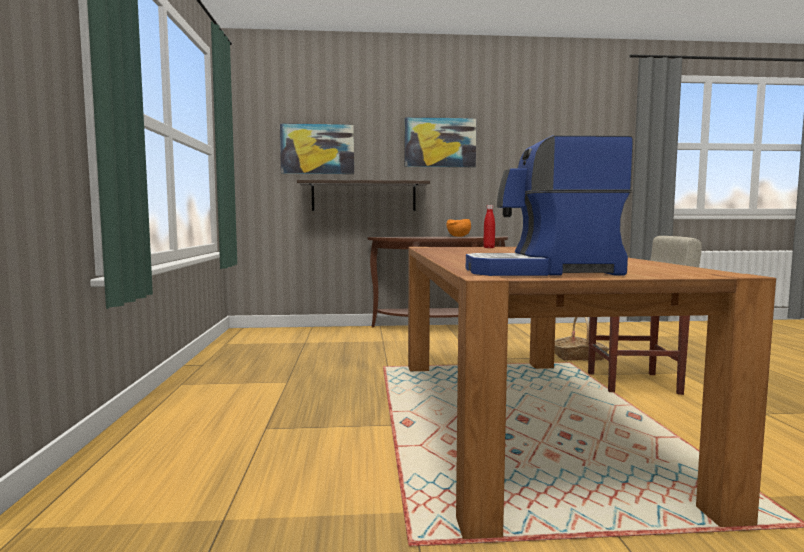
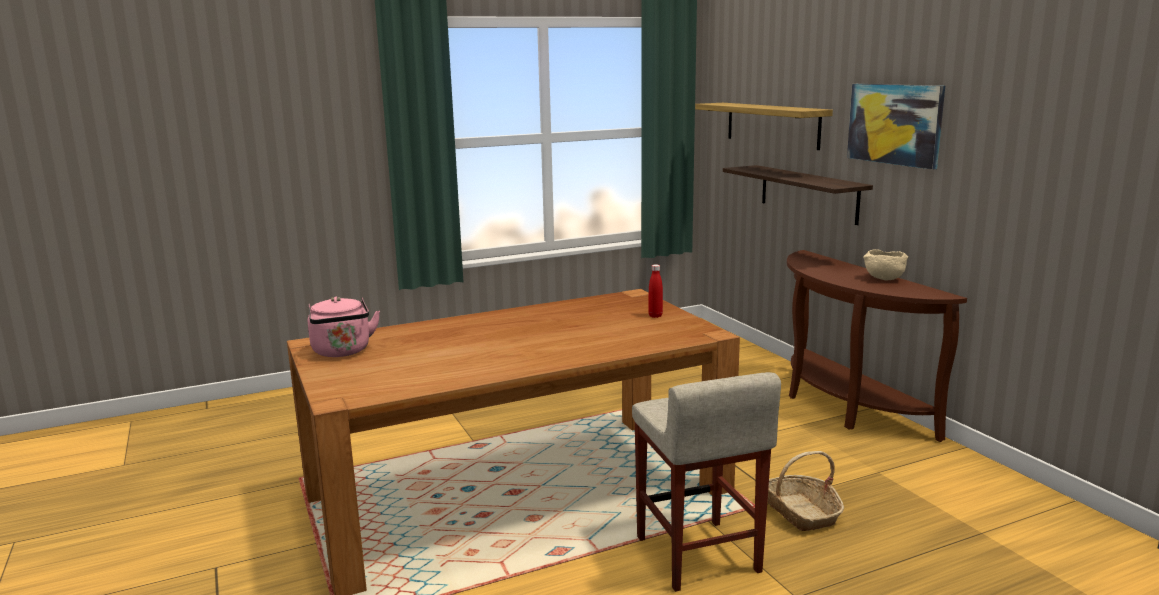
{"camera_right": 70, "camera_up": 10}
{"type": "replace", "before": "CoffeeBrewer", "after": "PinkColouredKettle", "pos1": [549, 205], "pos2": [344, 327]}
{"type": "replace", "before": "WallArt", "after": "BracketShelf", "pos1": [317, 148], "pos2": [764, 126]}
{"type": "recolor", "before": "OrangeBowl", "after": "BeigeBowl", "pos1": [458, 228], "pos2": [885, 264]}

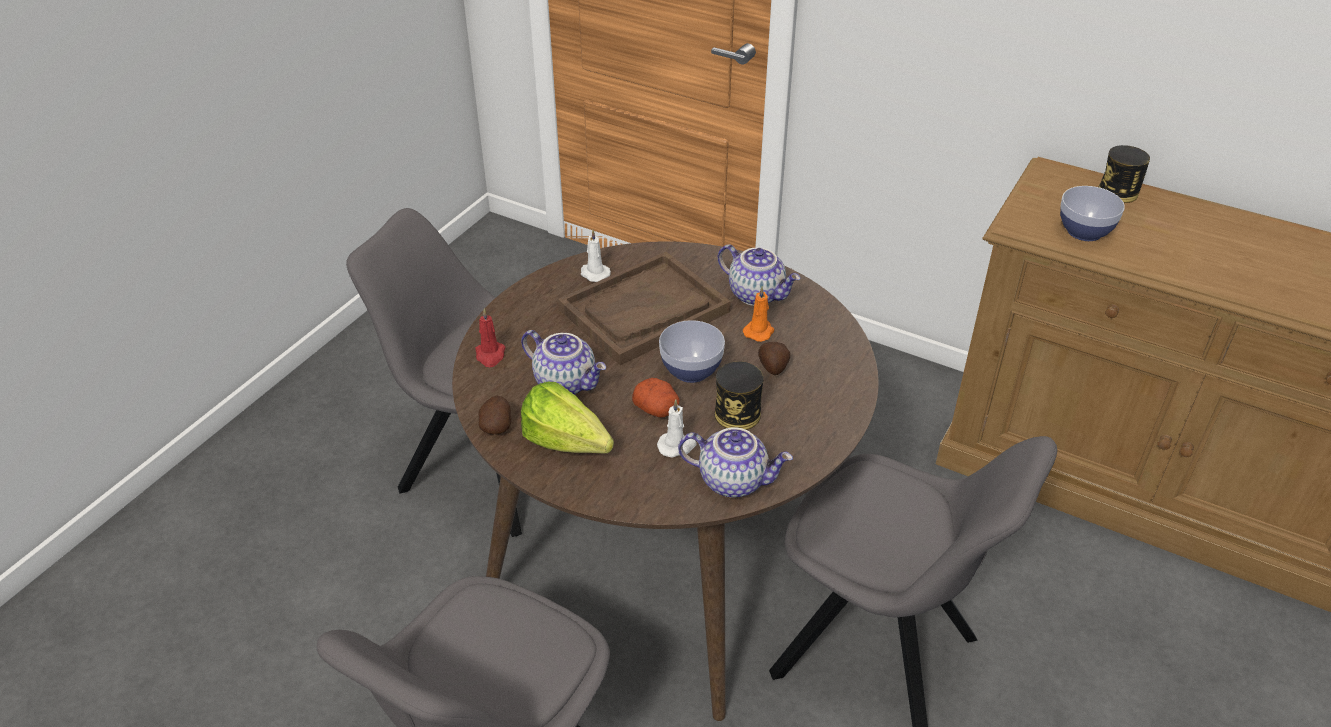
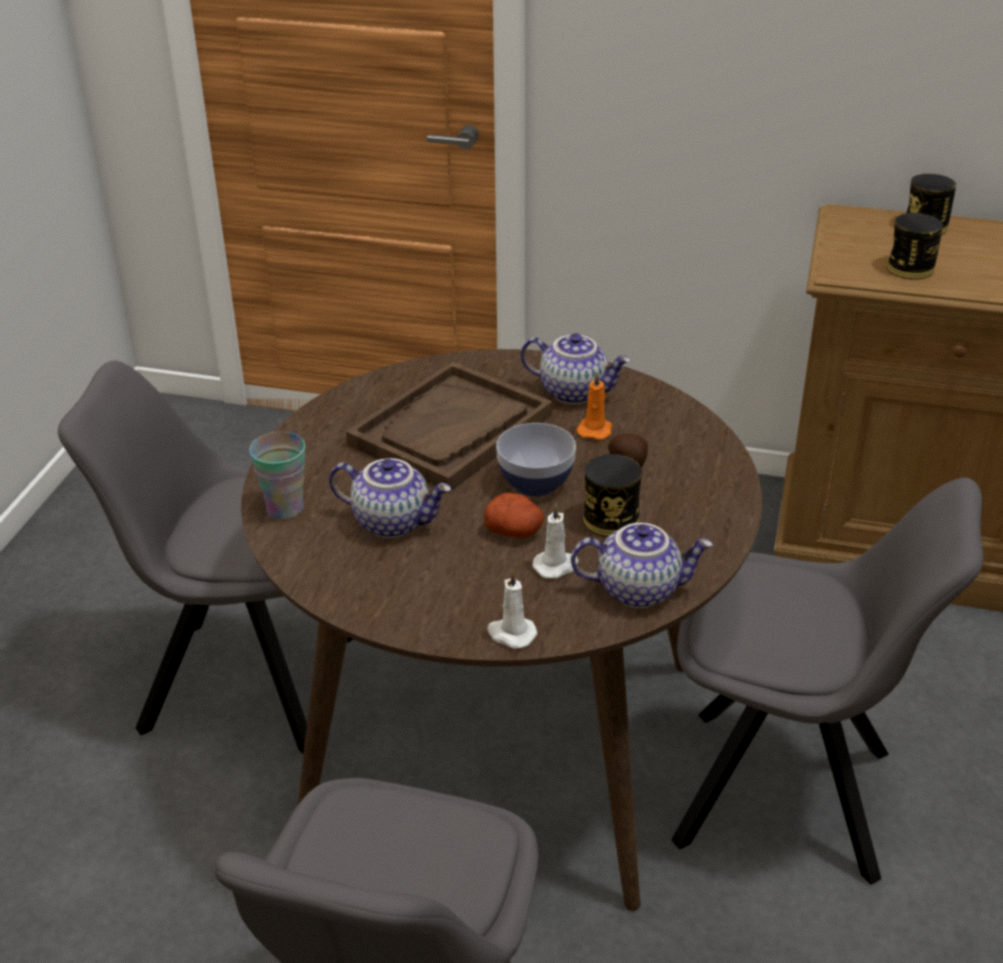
{"camera_right": -15, "camera_up": -5}
{"type": "replace", "before": "RedWaxLight", "after": "DrinkingCup", "pos1": [490, 337], "pos2": [277, 475]}
{"type": "move", "before": "WhitishWaxLight", "pos1": [596, 256], "pos2": [512, 609]}
{"type": "replace", "before": "Bowl", "after": "SealedCan", "pos1": [1092, 213], "pos2": [915, 246]}
{"type": "delete", "before": "WholePotato", "pos1": [494, 415]}
{"type": "delete", "before": "LettuceHead", "pos1": [567, 417]}

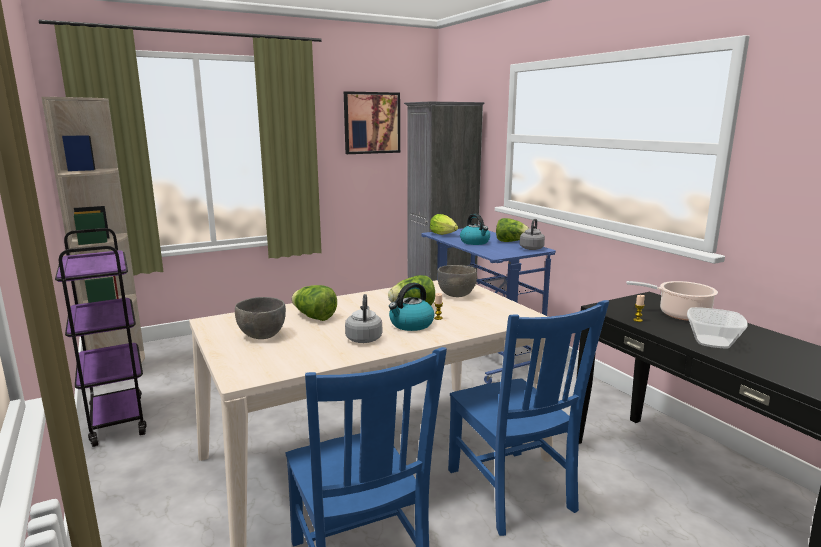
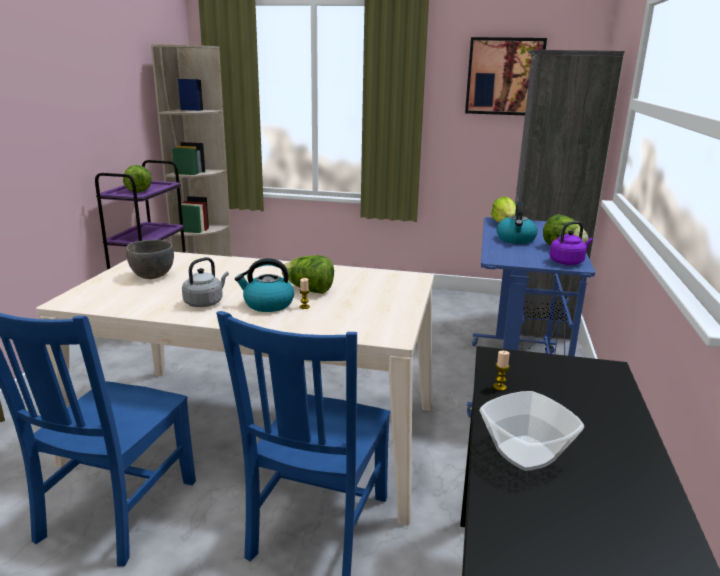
{"camera_right": 40, "camera_up": 5}
{"type": "move", "before": "LettuceHead", "pos1": [314, 303], "pos2": [137, 178]}
{"type": "recolor", "before": "GreyishKettle", "after": "PurpleKettle", "pos1": [532, 234], "pos2": [571, 243]}
{"type": "delete", "before": "GreyishBowl", "pos1": [457, 281]}
{"type": "delete", "before": "Stockpot", "pos1": [672, 301]}

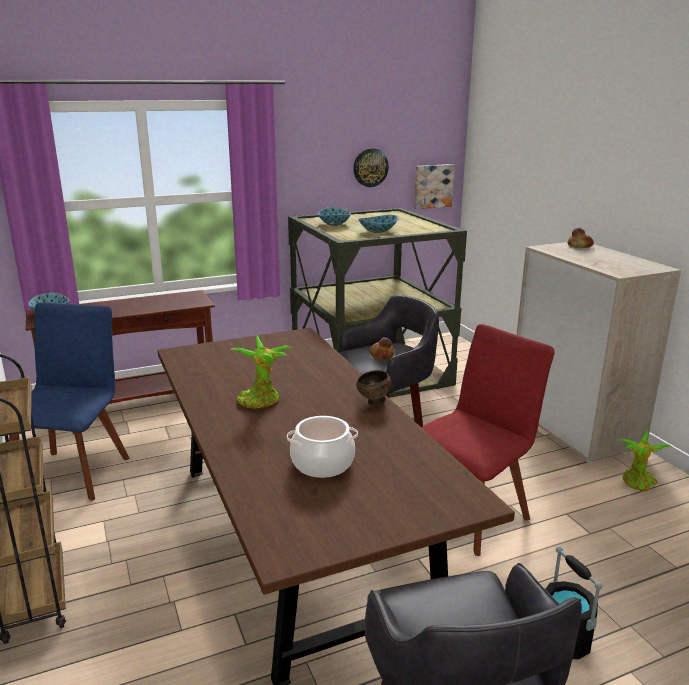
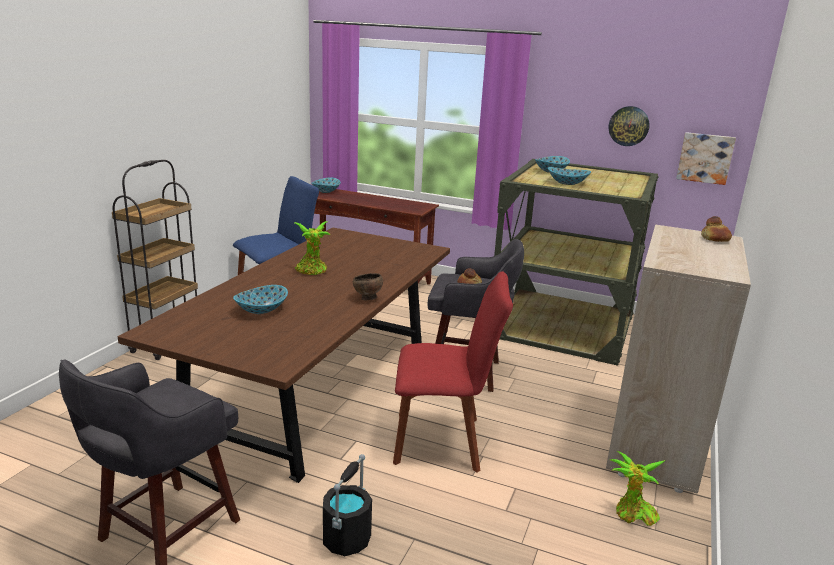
{"camera_right": 45, "camera_up": 0}
{"type": "replace", "before": "Stockpot", "after": "Bowl", "pos1": [322, 447], "pos2": [260, 299]}

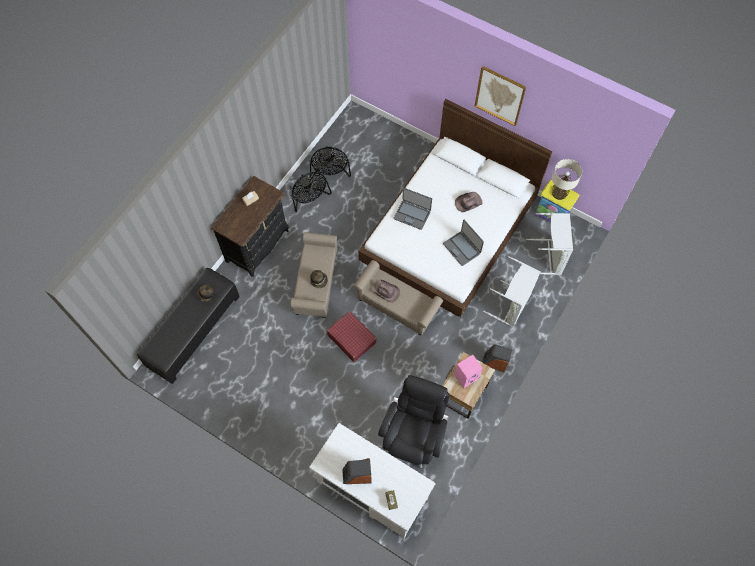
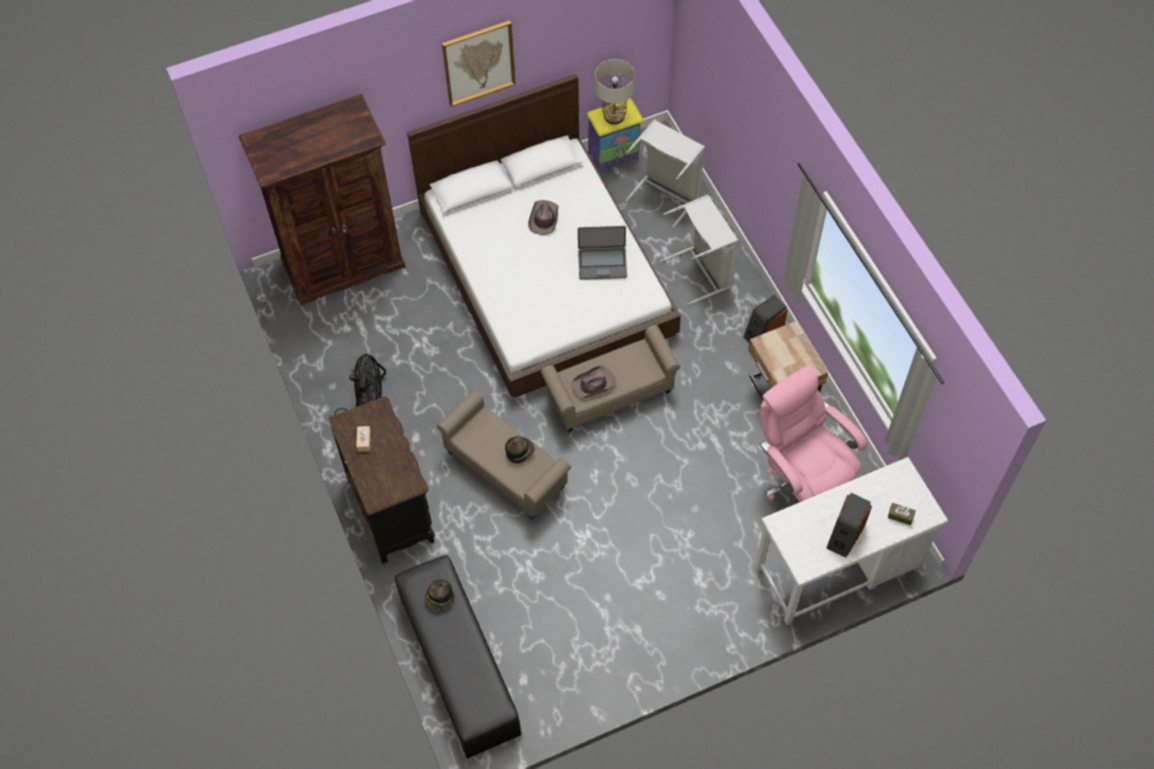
{"camera_right": -55, "camera_up": -5}
{"type": "insert", "after": "BrownishArmoire", "pos2": [322, 199]}
{"type": "recolor", "before": "BlackishComputerChair", "after": "PinkColouredComputerChair", "pos1": [413, 421], "pos2": [813, 433]}
{"type": "delete", "before": "BlackishCoolingFan", "pos1": [330, 162]}
{"type": "delete", "before": "RedPieceOfLuggage", "pos1": [352, 336]}
{"type": "delete", "before": "NotebookComputer", "pos1": [413, 209]}
{"type": "delete", "before": "PinkColouredLoudspeaker", "pos1": [468, 371]}

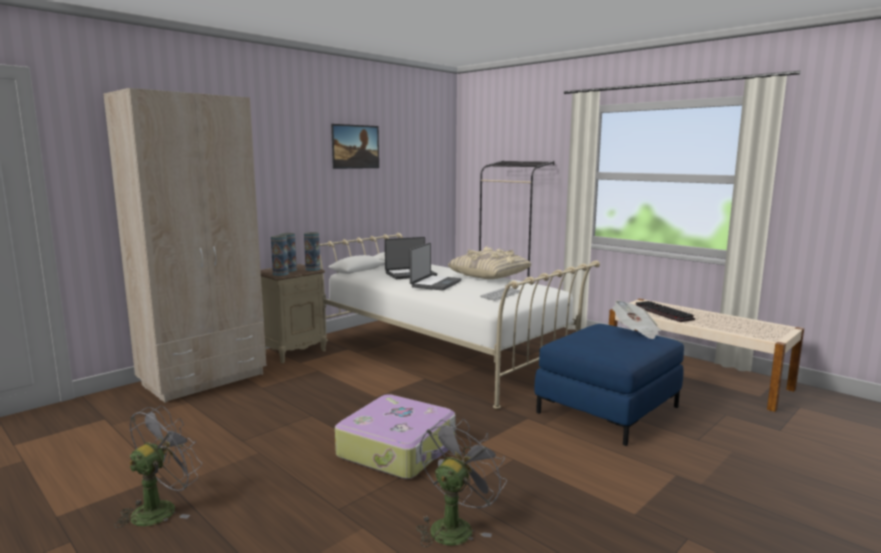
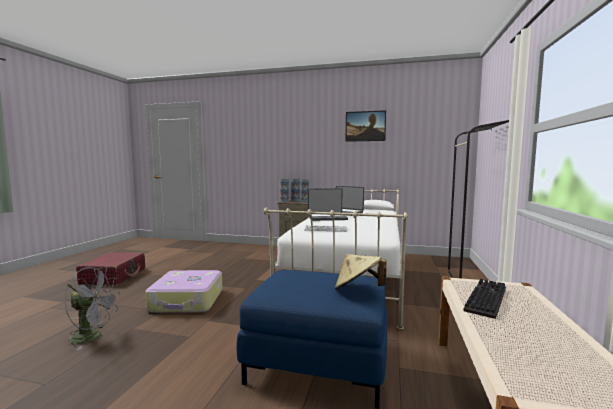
{"camera_right": 60, "camera_up": -5}
{"type": "replace", "before": "GreyishCoolingFan", "after": "RedPieceOfLuggage", "pos1": [158, 467], "pos2": [110, 268]}
{"type": "replace", "before": "PrintedPaper", "after": "BeigeHat", "pos1": [636, 319], "pos2": [361, 272]}
{"type": "delete", "before": "BeigeArmoire", "pos1": [184, 245]}
{"type": "delete", "before": "BeigeCushion", "pos1": [489, 262]}

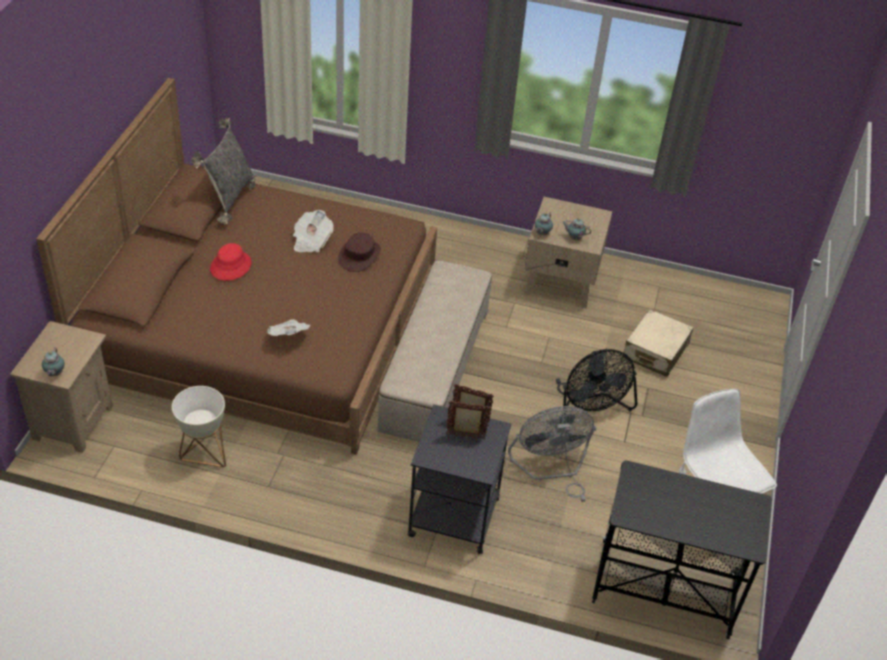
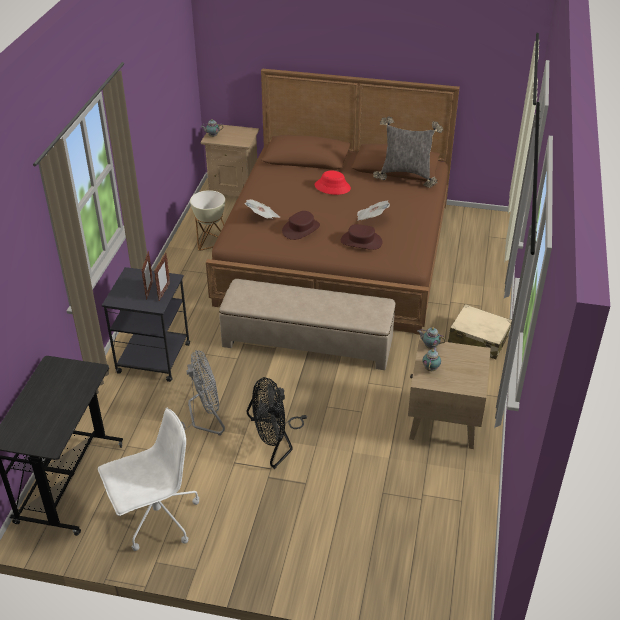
{"camera_right": 90, "camera_up": -5}
{"type": "insert", "after": "BrownishHat", "pos2": [301, 225]}
{"type": "move", "before": "BeigePieceOfLuggage", "pos1": [658, 343], "pos2": [480, 331]}

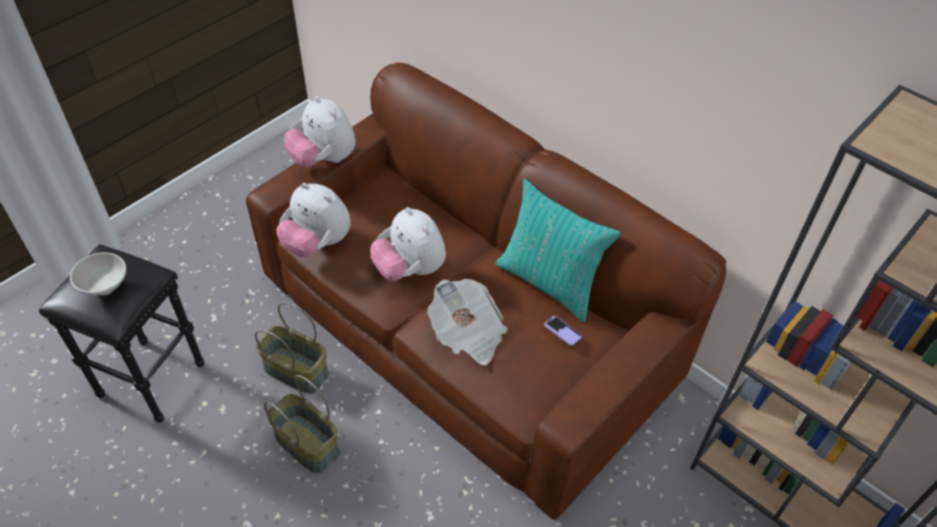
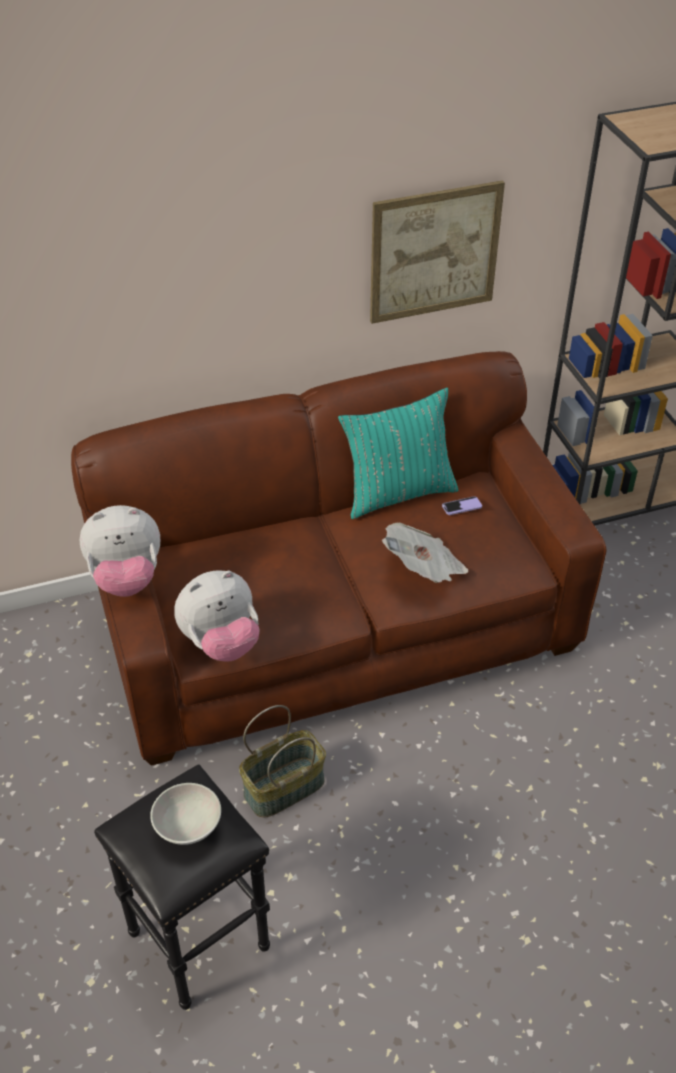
{"camera_right": -60, "camera_up": -5}
{"type": "insert", "after": "WallArt", "pos2": [437, 252]}
{"type": "delete", "before": "StorageBasket", "pos1": [302, 424]}
{"type": "delete", "before": "SoftToy", "pos1": [408, 244]}

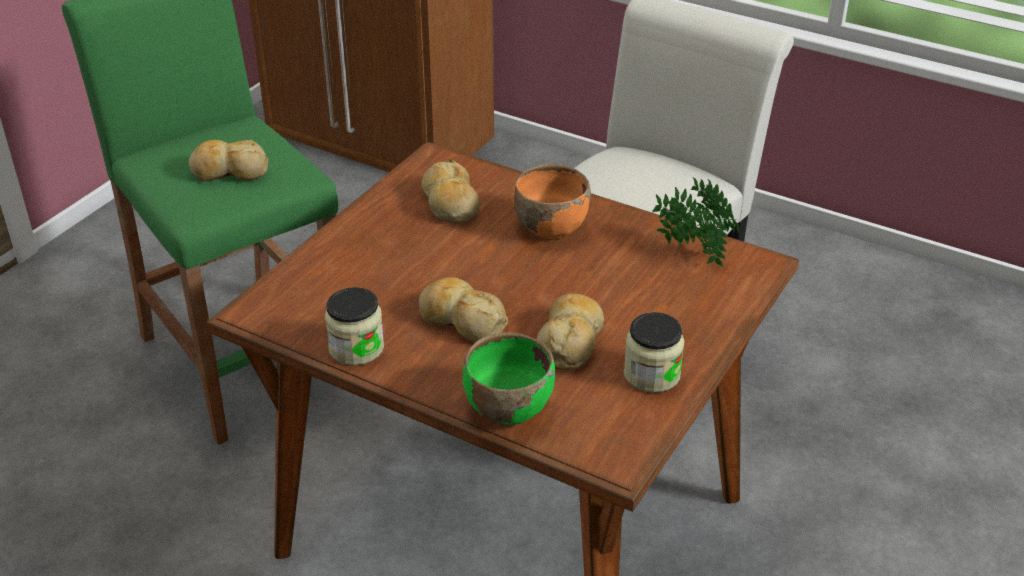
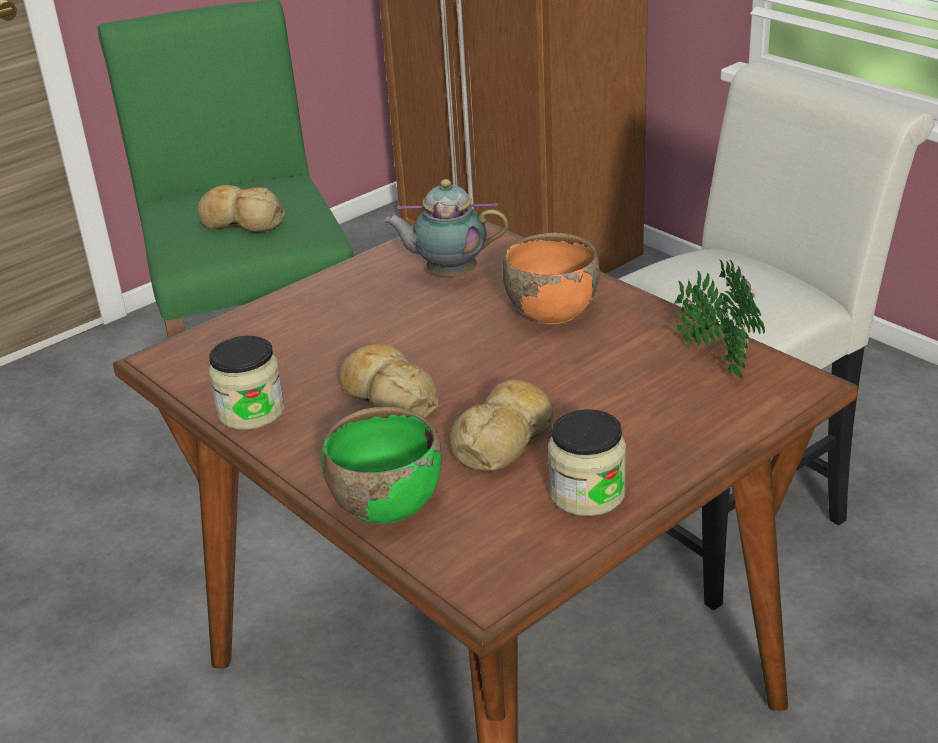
{"camera_right": 20, "camera_up": -5}
{"type": "replace", "before": "Bread", "after": "PotForTea", "pos1": [450, 191], "pos2": [446, 227]}

